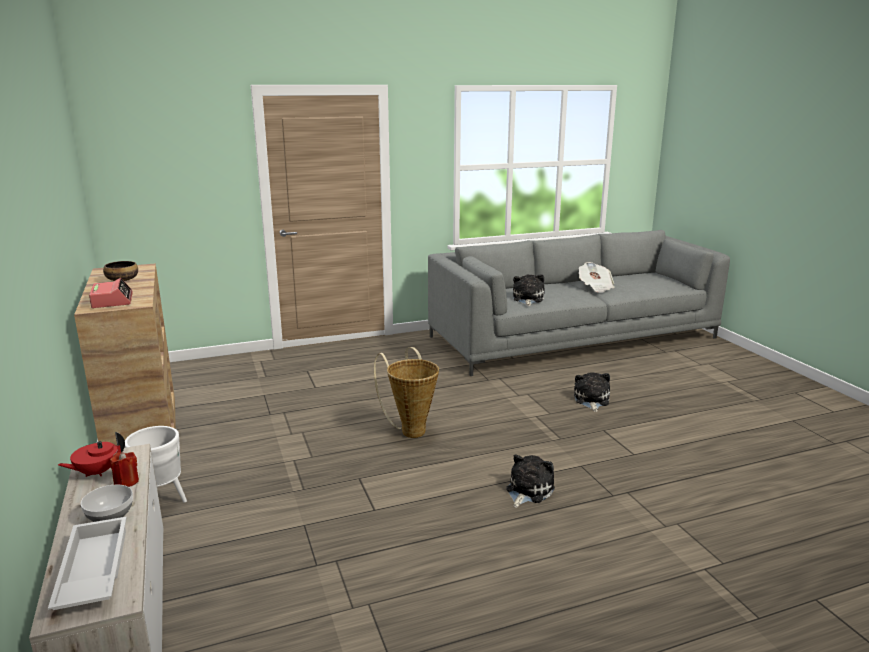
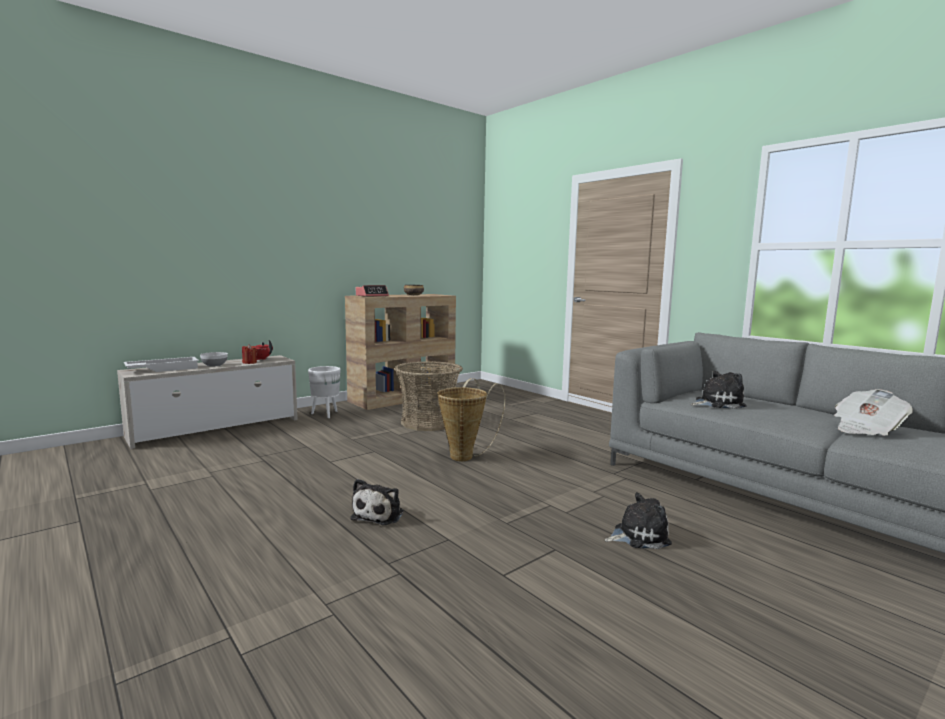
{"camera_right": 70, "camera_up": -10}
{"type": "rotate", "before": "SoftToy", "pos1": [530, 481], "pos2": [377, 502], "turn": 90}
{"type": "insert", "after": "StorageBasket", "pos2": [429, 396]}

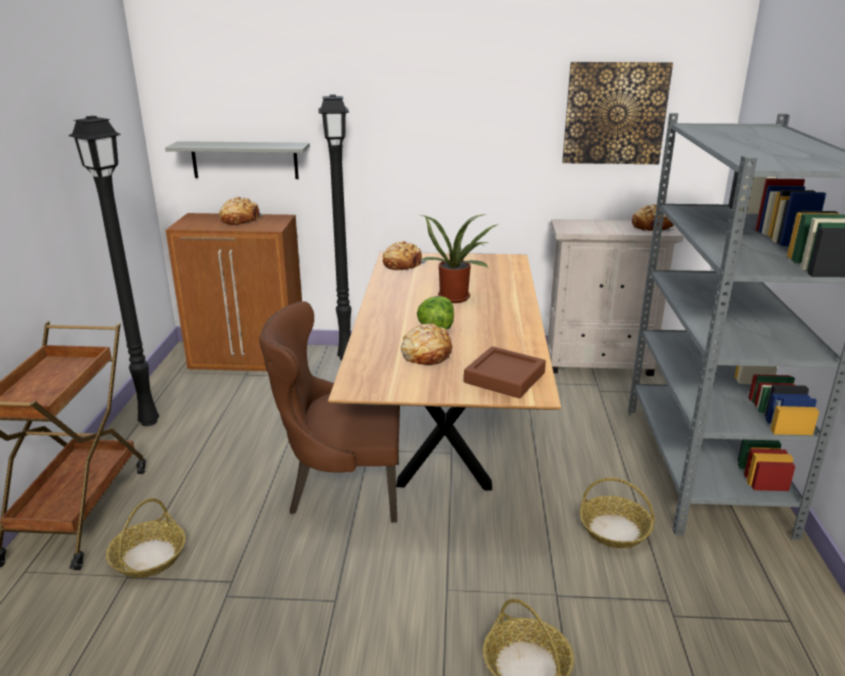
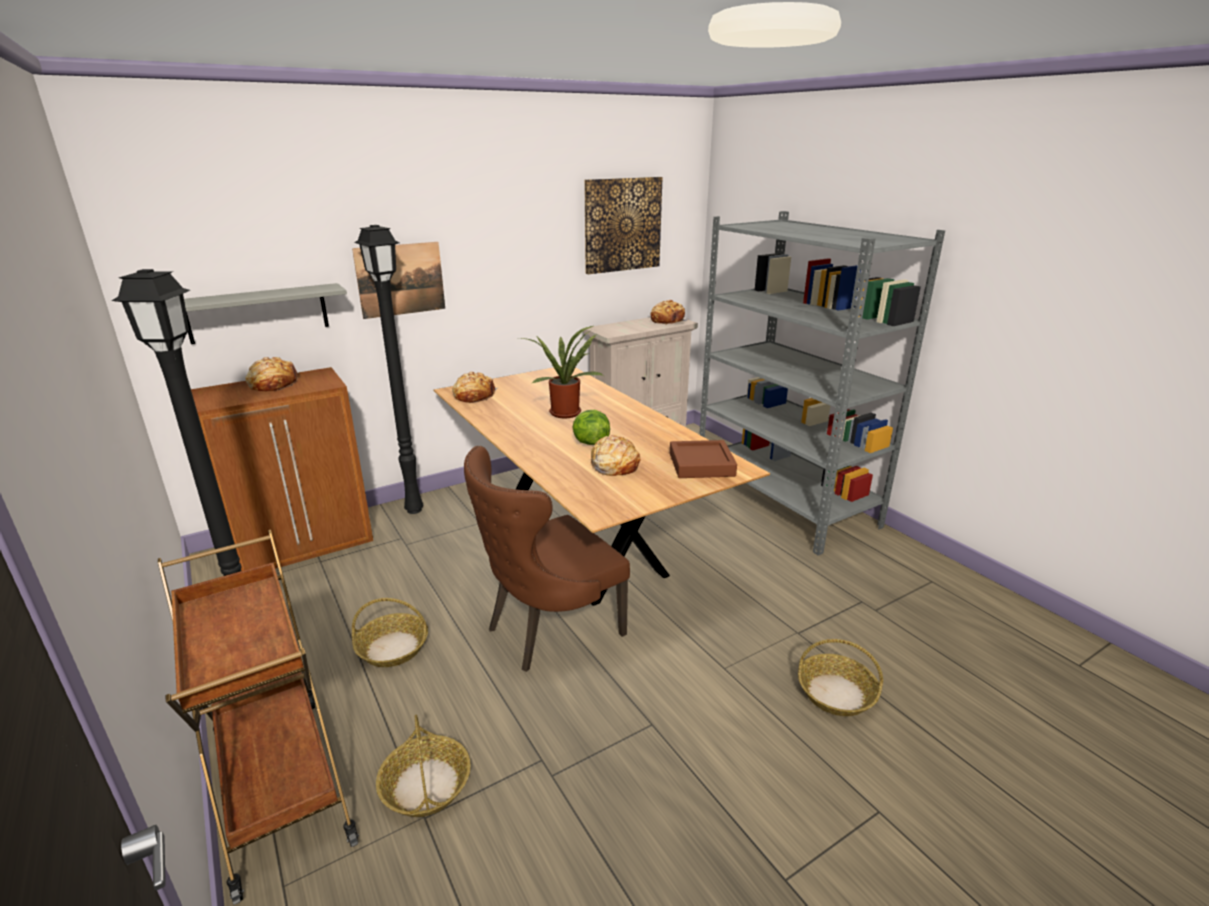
{"camera_right": -35, "camera_up": 0}
{"type": "insert", "after": "WallArt", "pos2": [398, 280]}
{"type": "move", "before": "StorageBasket", "pos1": [617, 513], "pos2": [390, 632]}

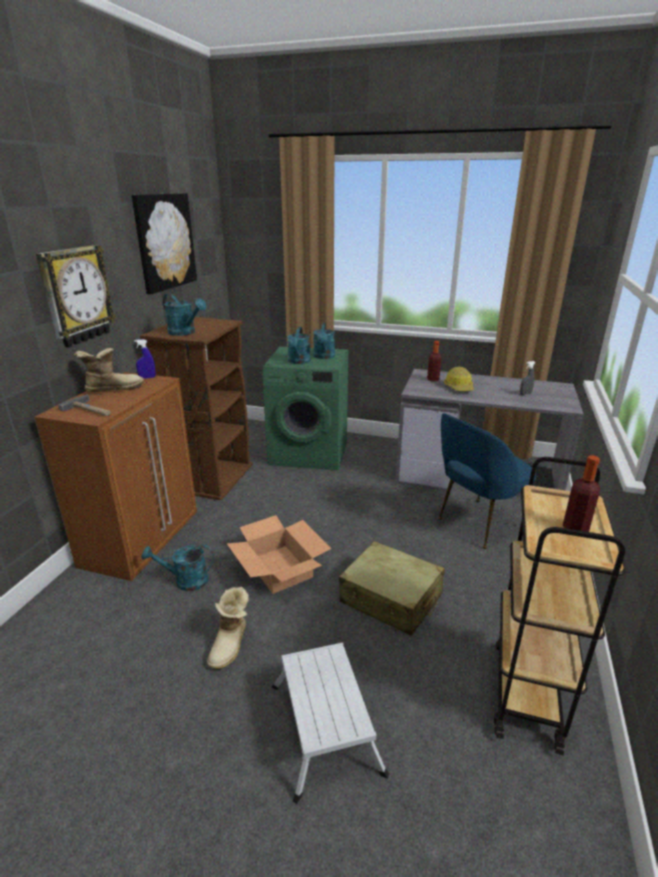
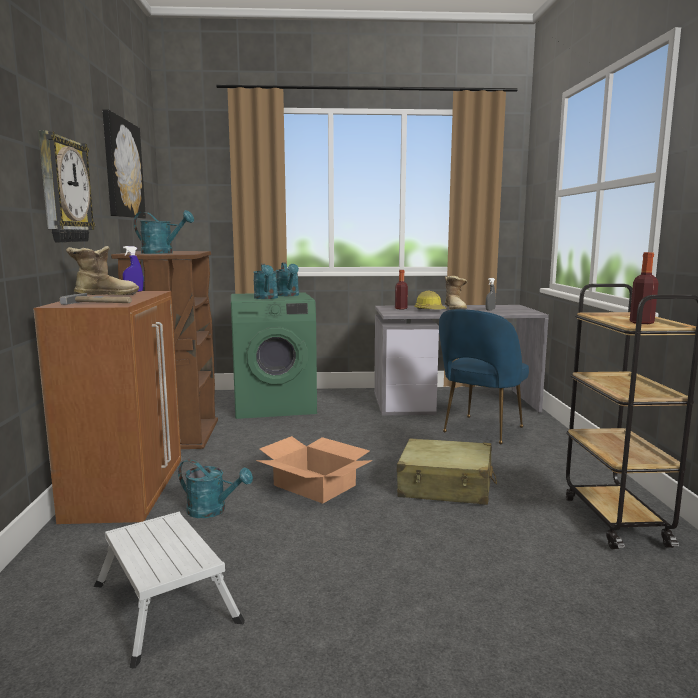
{"camera_right": -20, "camera_up": -15}
{"type": "move", "before": "WhitishStepLadder", "pos1": [330, 723], "pos2": [169, 590]}
{"type": "rotate", "before": "BlueGreenWateringCan", "pos1": [177, 568], "pos2": [215, 488], "turn": -135}
{"type": "move", "before": "Boot", "pos1": [228, 628], "pos2": [456, 293]}

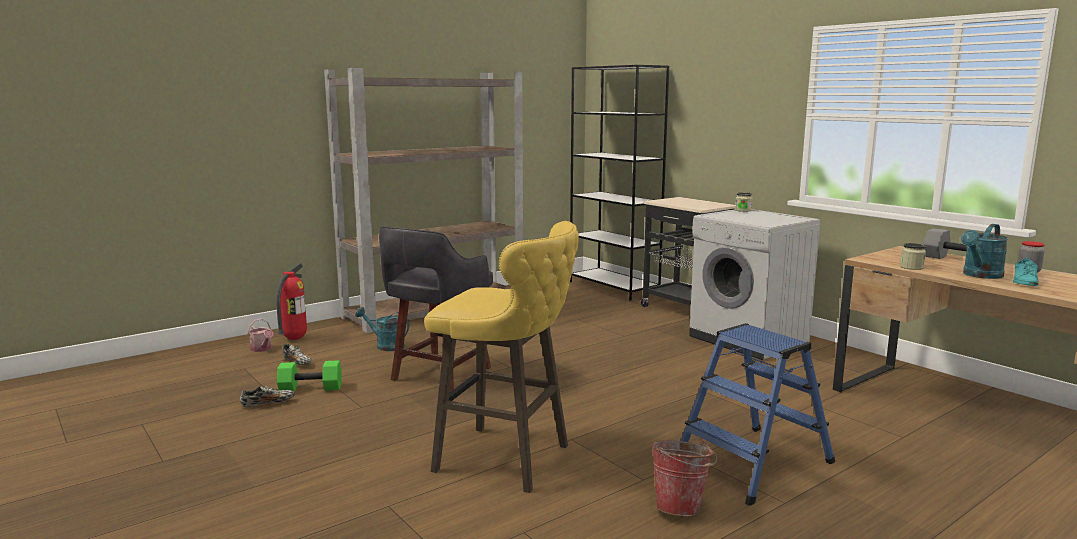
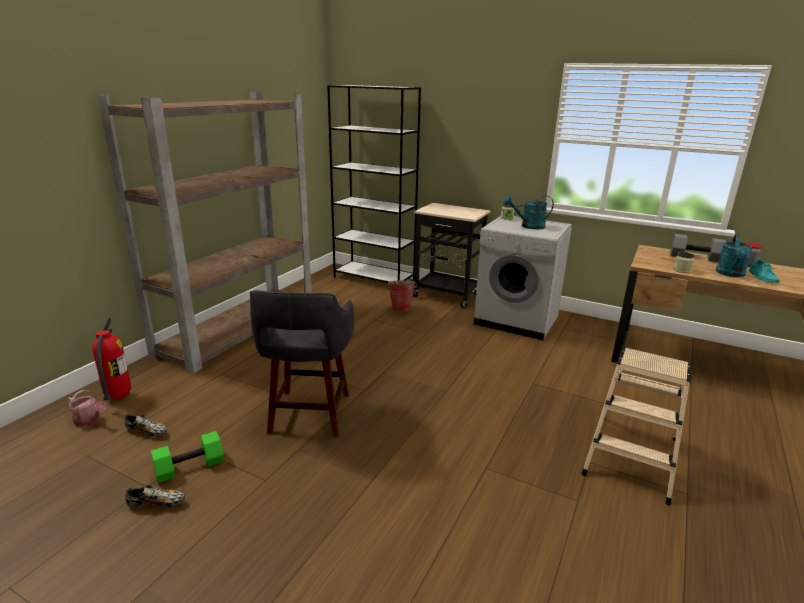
{"camera_right": -25, "camera_up": 10}
{"type": "rotate", "before": "ItemOfFootwear", "pos1": [267, 397], "pos2": [155, 496], "turn": 45}
{"type": "move", "before": "WaterBucket", "pos1": [684, 478], "pos2": [402, 295]}
{"type": "move", "before": "BlueGreenWateringCan", "pos1": [382, 329], "pos2": [528, 212]}
{"type": "recolor", "before": "BlueStepLadder", "after": "BeigeStepLadder", "pos1": [758, 414], "pos2": [637, 425]}
{"type": "delete", "before": "YellowColouredSittingStool", "pos1": [501, 357]}

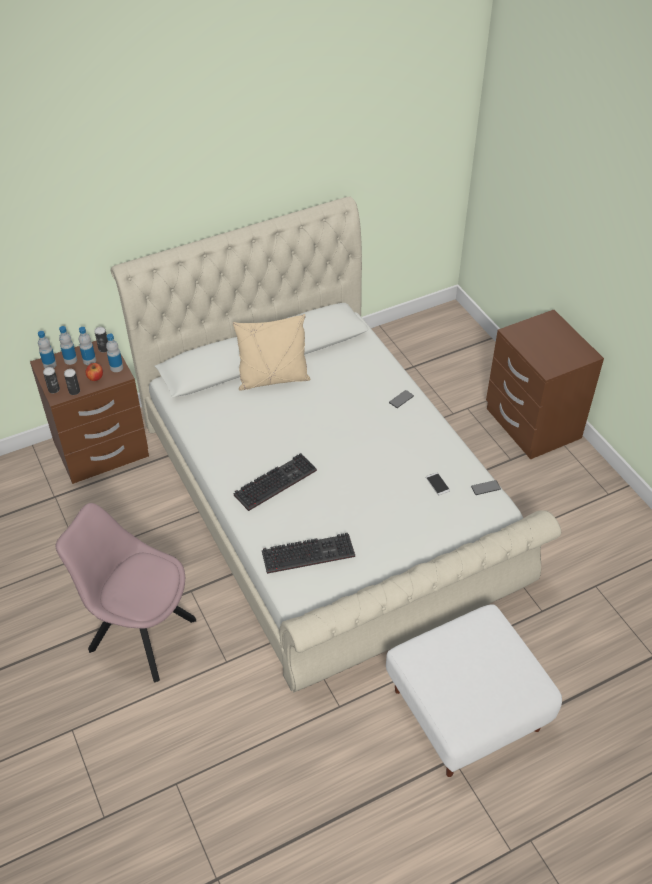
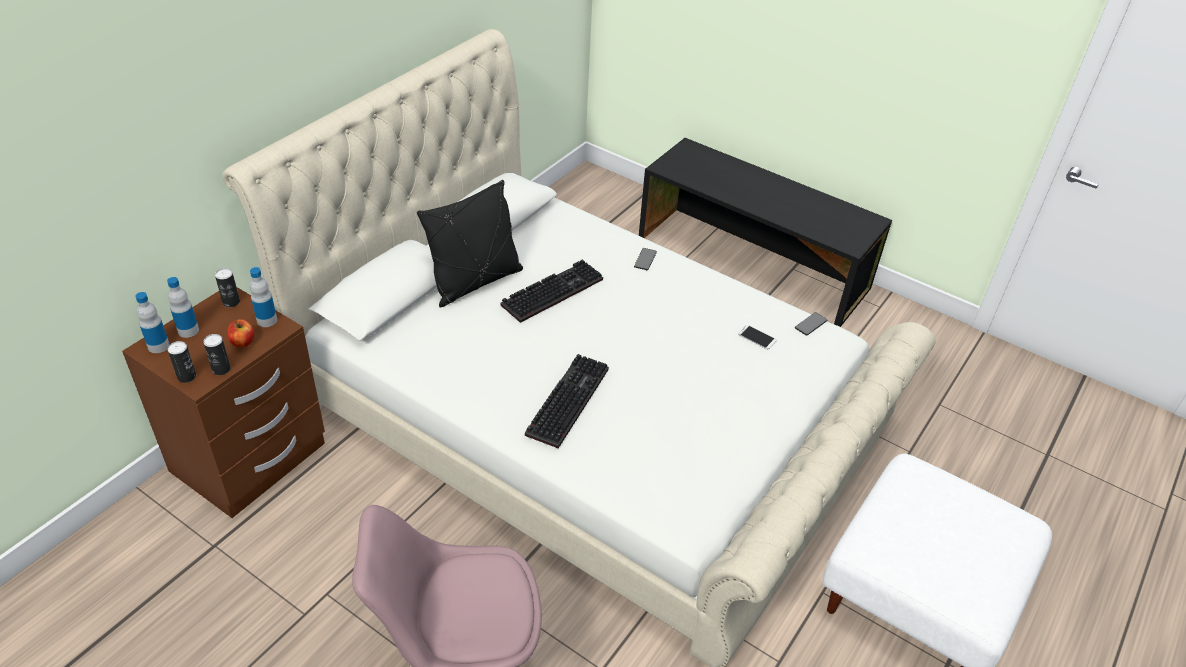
{"camera_right": -30, "camera_up": -5}
{"type": "recolor", "before": "BeigeCushion", "after": "BlackishCushion", "pos1": [271, 352], "pos2": [470, 244]}
{"type": "move", "before": "ComputerKeyboard", "pos1": [308, 553], "pos2": [551, 291]}
{"type": "replace", "before": "BrownishNightstand", "after": "BlackishLongSeat", "pos1": [545, 384], "pos2": [765, 232]}
{"type": "delete", "before": "BeverageBottle", "pos1": [87, 346]}

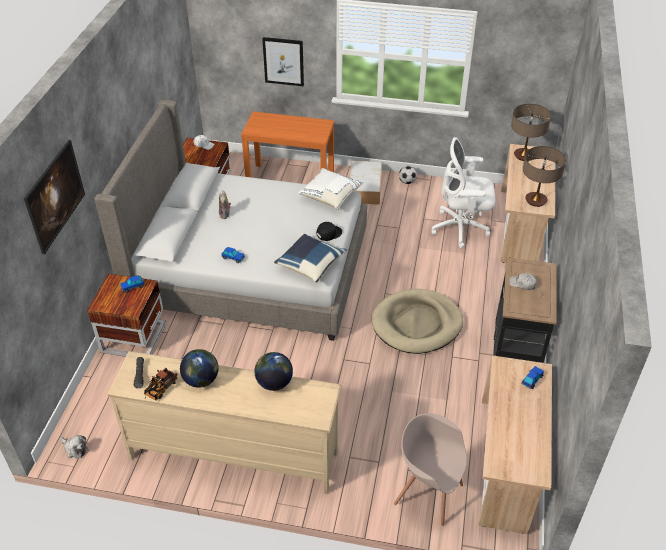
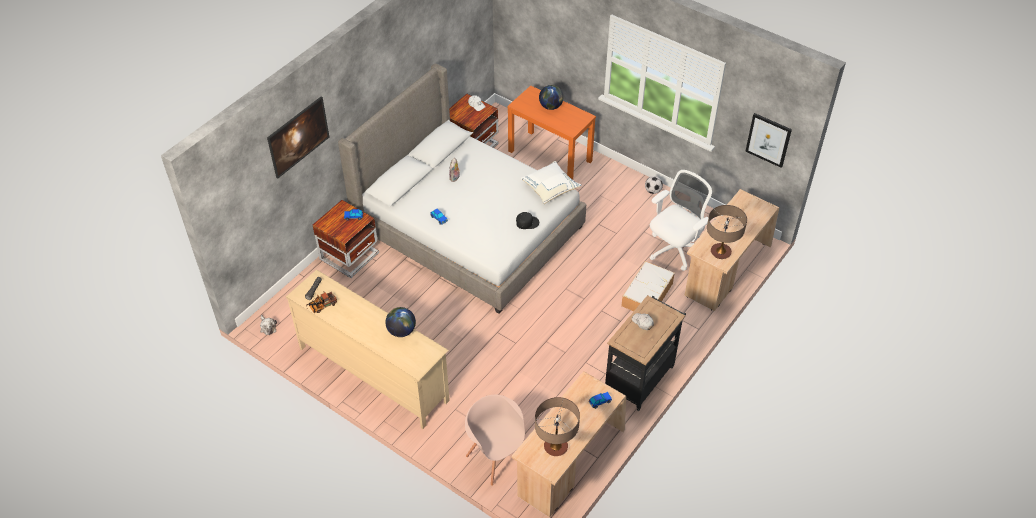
{"camera_right": 25, "camera_up": 5}
{"type": "move", "before": "LampForATable", "pos1": [531, 132], "pos2": [557, 426]}
{"type": "move", "before": "WorldGlobe", "pos1": [199, 368], "pos2": [551, 97]}
{"type": "move", "before": "StorageBox", "pos1": [365, 182], "pos2": [648, 286]}
{"type": "rotate", "before": "WhitishComputerChair", "pos1": [463, 192], "pos2": [681, 220], "turn": 105}
{"type": "move", "before": "WallArt", "pos1": [283, 61], "pos2": [768, 140]}
{"type": "delete", "before": "BlueCushion", "pos1": [310, 258]}
{"type": "delete", "before": "BeigeDogCushion", "pos1": [417, 321]}

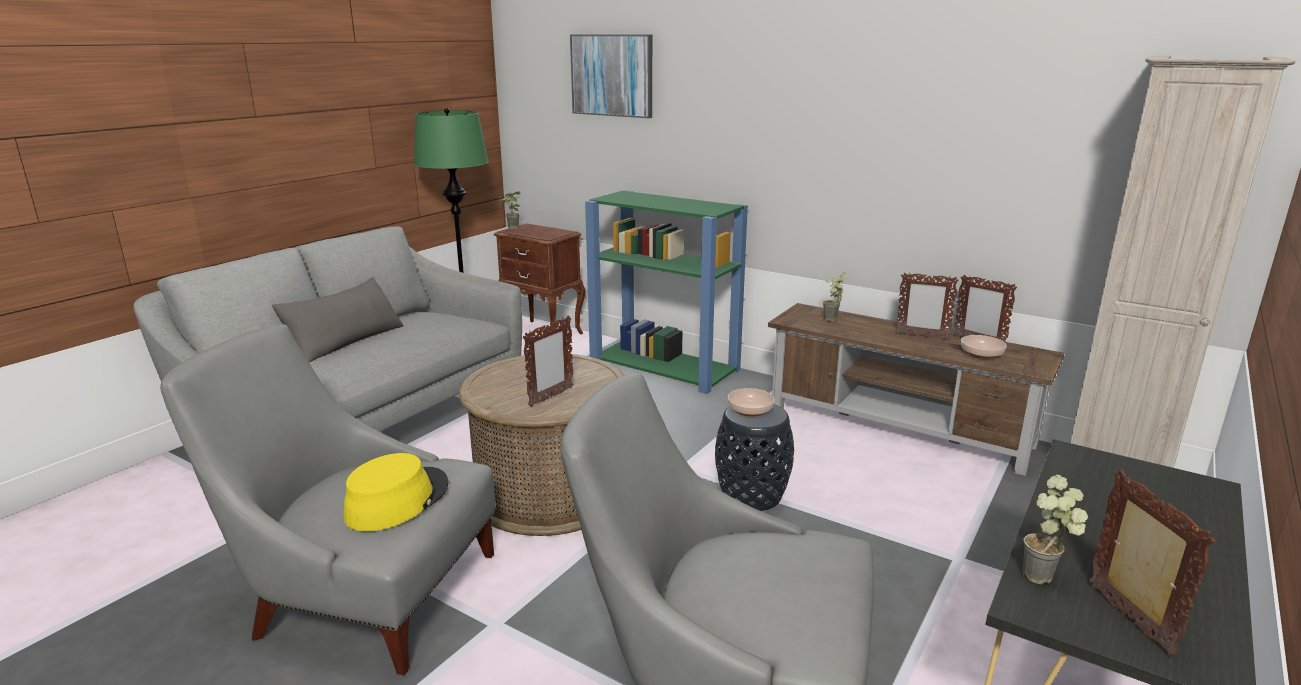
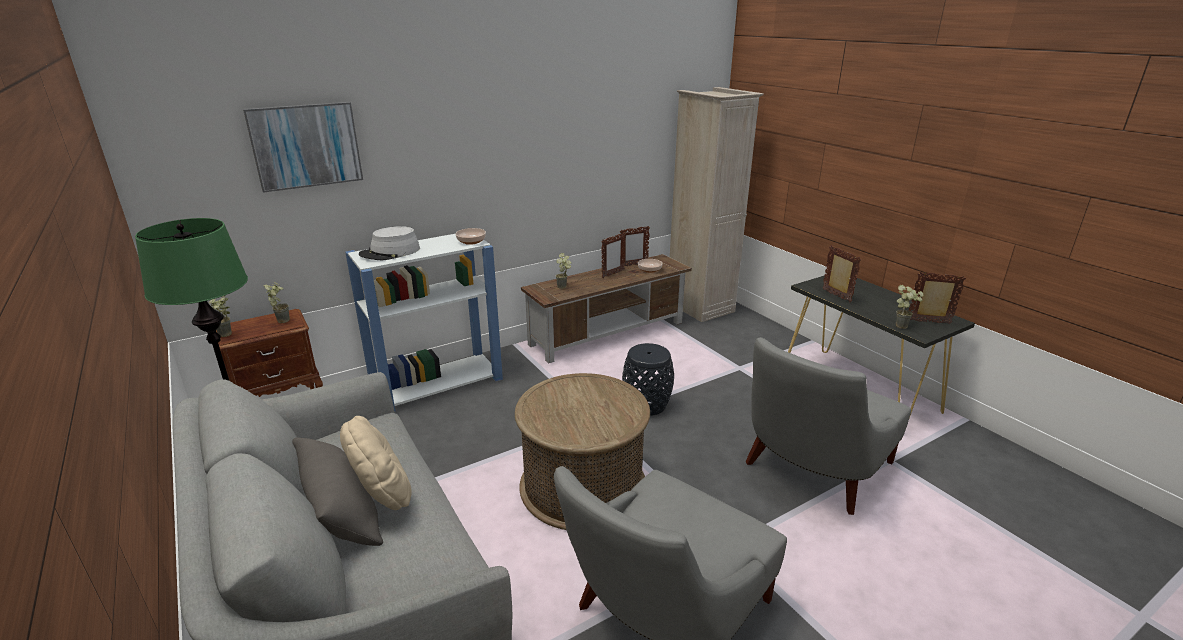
{"camera_right": -65, "camera_up": 5}
{"type": "insert", "after": "PlantInAPot", "pos2": [276, 302]}
{"type": "insert", "after": "BeigeCushion", "pos2": [376, 463]}
{"type": "recolor", "before": "GreenColouredBookshelf", "after": "WhitishBookshelf", "pos1": [666, 292], "pos2": [424, 322]}
{"type": "insert", "after": "GreyishHat", "pos2": [389, 243]}
{"type": "move", "before": "Bowl", "pos1": [751, 402], "pos2": [470, 236]}
{"type": "move", "before": "StandingFrame", "pos1": [548, 361], "pos2": [841, 273]}
{"type": "delete", "before": "YellowColouredHat", "pos1": [396, 492]}

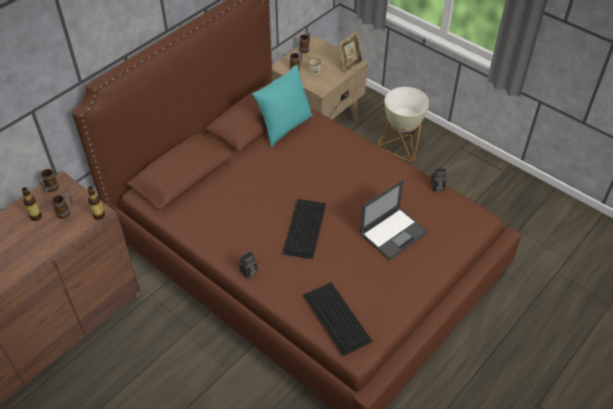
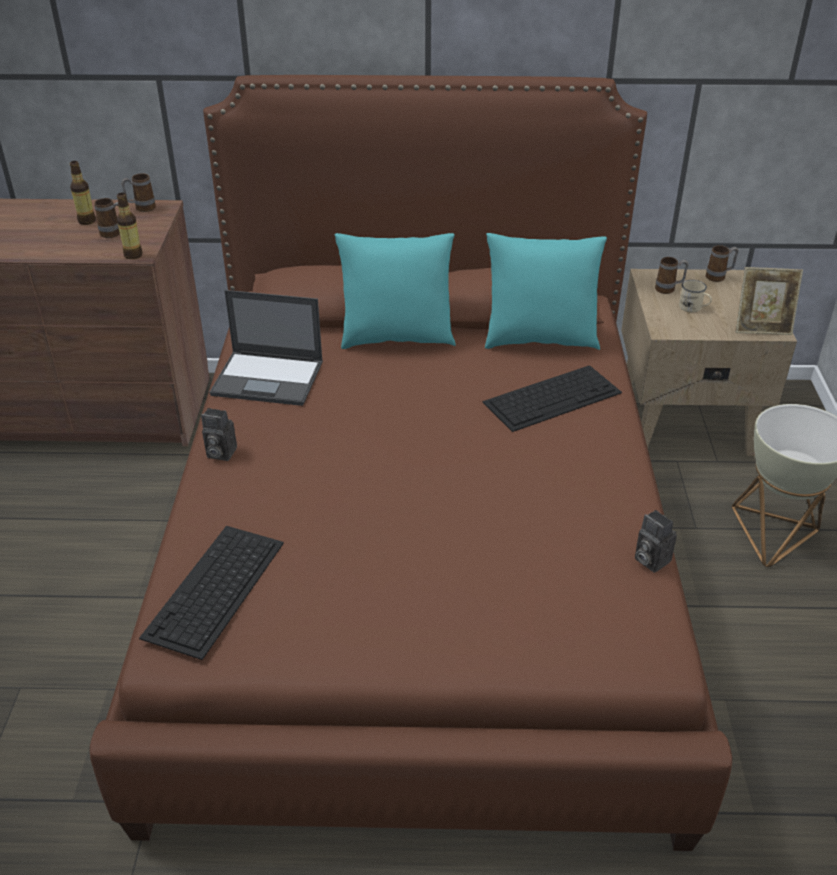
{"camera_right": 50, "camera_up": -10}
{"type": "move", "before": "NotebookComputer", "pos1": [394, 220], "pos2": [266, 348]}
{"type": "insert", "after": "BlueGreenCushion", "pos2": [395, 291]}
{"type": "move", "before": "ComputerKeyboard", "pos1": [304, 229], "pos2": [552, 398]}

